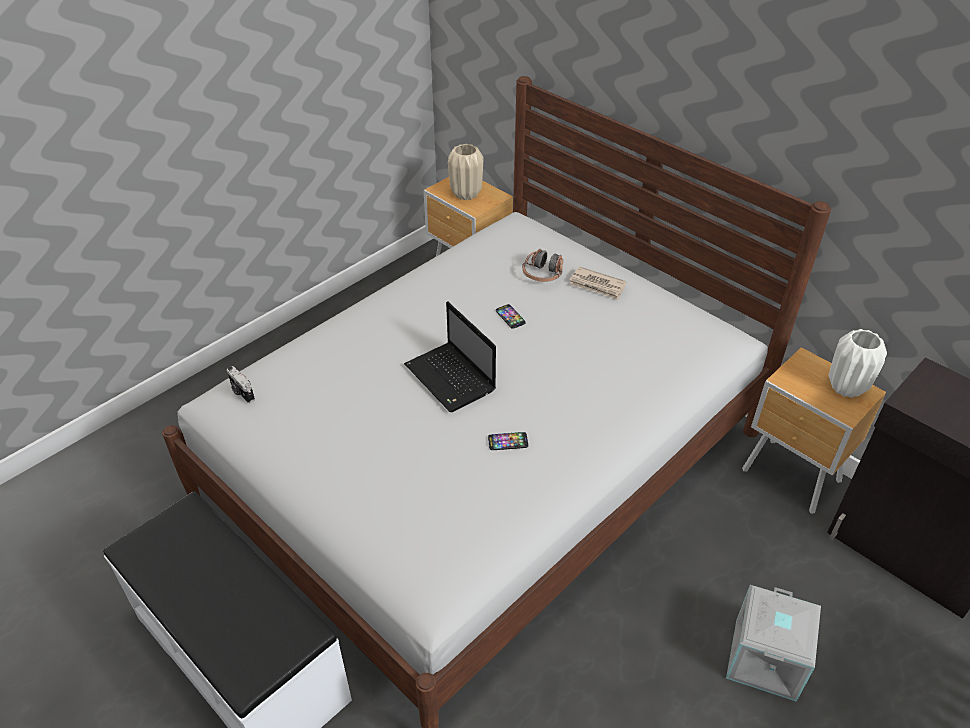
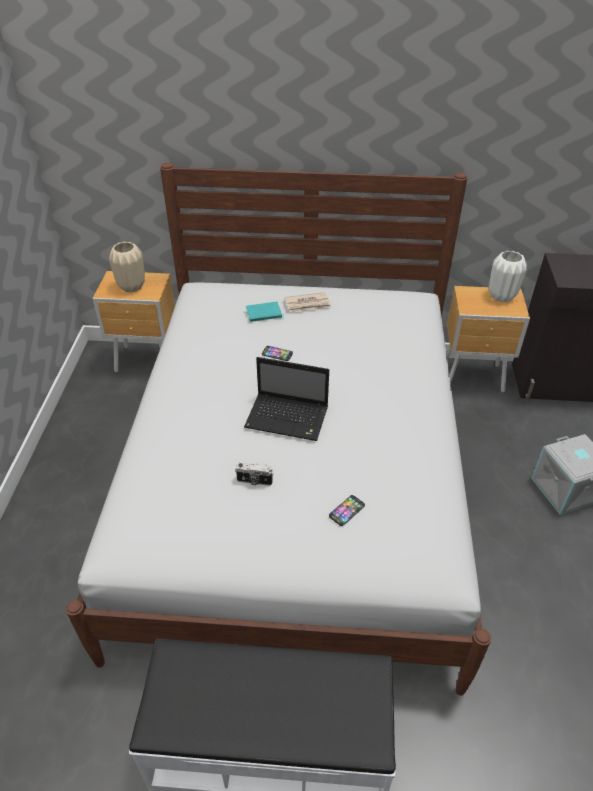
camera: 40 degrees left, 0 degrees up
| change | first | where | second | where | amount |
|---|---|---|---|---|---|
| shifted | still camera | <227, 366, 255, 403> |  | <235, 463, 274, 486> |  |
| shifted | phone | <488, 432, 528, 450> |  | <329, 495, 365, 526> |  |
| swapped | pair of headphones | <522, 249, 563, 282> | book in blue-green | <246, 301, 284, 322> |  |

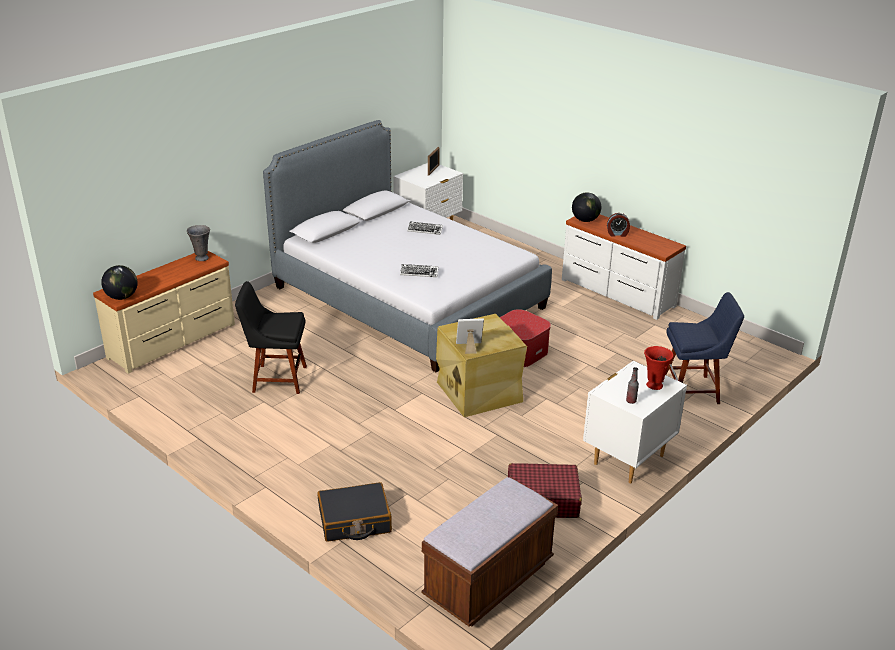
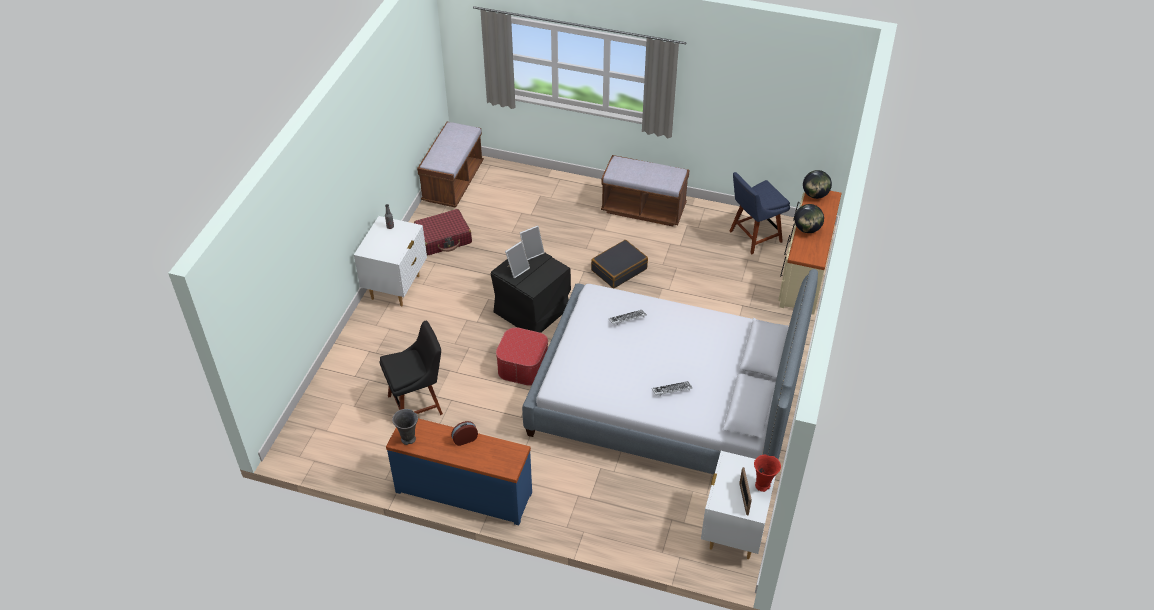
camera: 155 degrees right, 15 degrees up
| change | first | where | second | where | amount |
|---|---|---|---|---|---|
| shifted | flower vase in gray | <187, 225, 210, 261> |  | <392, 409, 418, 445> |  |
| shifted | upright chair in black | <235, 281, 307, 394> |  | <380, 321, 443, 415> |  |
| shifted | suitcase in black | <317, 482, 392, 542> |  | <591, 240, 648, 288> |  |
| repainted | storage box in beige | <436, 314, 527, 417> | storage box in black | <490, 252, 571, 333> |  |
| repainted | dresser in white-coloured | <562, 214, 686, 320> | dresser in bluish | <386, 418, 532, 525> |  |
| shifted | world globe | <572, 192, 601, 222> |  | <794, 204, 824, 233> |  |
| shifted | flower vase in red-coloured | <644, 346, 673, 390> |  | <754, 455, 781, 492> |  |
| shifted | upright chair in bluish | <665, 292, 744, 404> |  | <730, 172, 790, 254> |  |
| new |  |  | picture frame | <505, 241, 530, 278> |  |
| new |  |  | indoor bench in brown-coloured | <601, 155, 690, 226> |  |

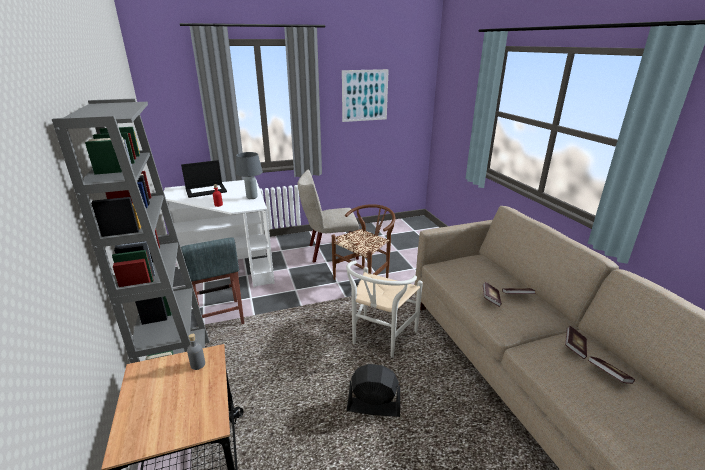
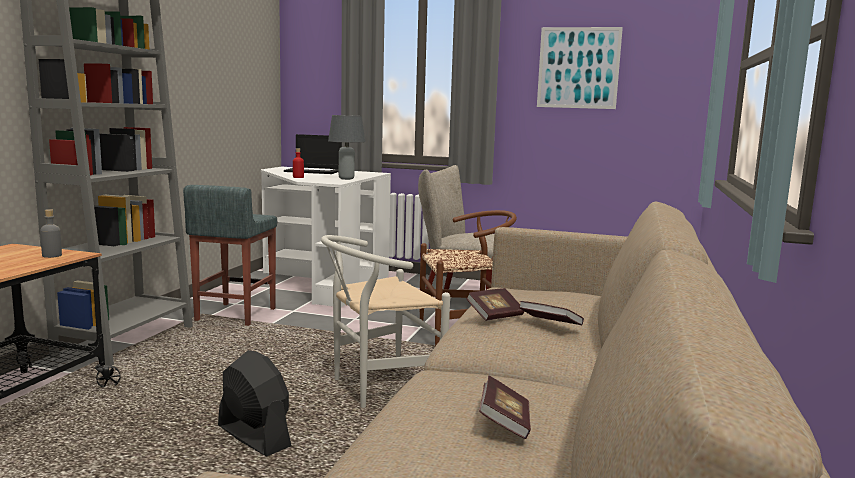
camera: 35 degrees right, 15 degrees down
| change | first | where | second | where | amount |
|---|---|---|---|---|---|
| gone | book | <565, 325, 587, 359> |  |  |  |

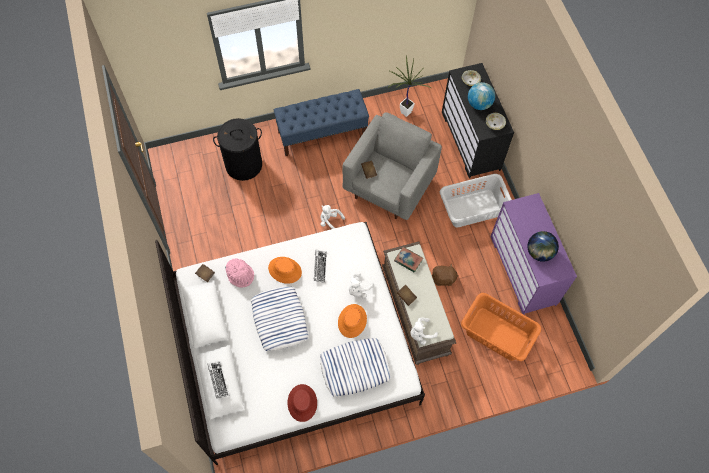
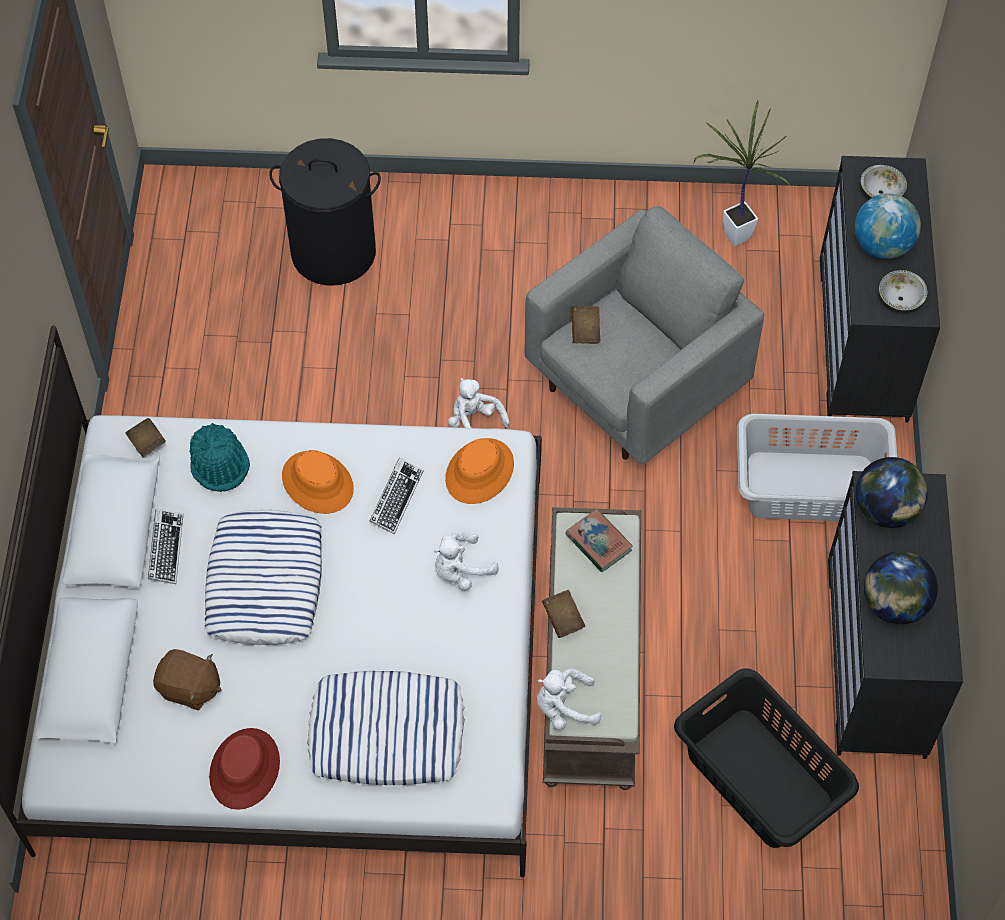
camera: 20 degrees right, 5 degrees down
| change | first | where | second | where | amount |
|---|---|---|---|---|---|
| shifted | keyboard | <207, 361, 229, 398> |  | <148, 508, 183, 584> |  |
| repainted | clothing hat in pink | <225, 258, 254, 287> | clothing hat in blue-green | <190, 423, 250, 492> |  |
| gone | indoor bench in bluish | <273, 89, 369, 156> |  |  |  |
| shifted | clothing hat in orange-coloured | <338, 304, 367, 338> |  | <445, 438, 514, 504> |  |
| shifted | plush toy in brown-coloured | <432, 264, 459, 286> |  | <153, 649, 222, 710> |  |
| repainted | washing basket in orange-coloured | <461, 293, 541, 361> | washing basket in black | <674, 669, 859, 848> |  |
| repainted | dresser in purple | <490, 193, 577, 315> | dresser in black | <828, 471, 963, 759> |  |
| new |  |  | world globe | <856, 457, 928, 528> |  |

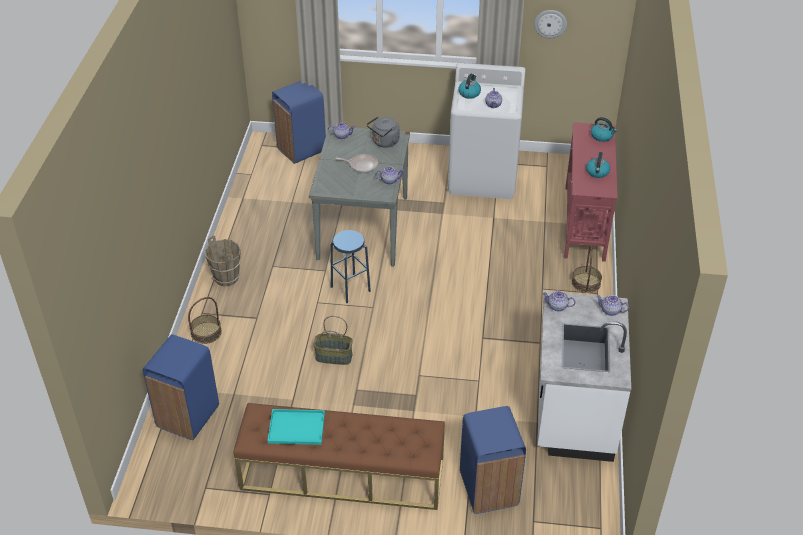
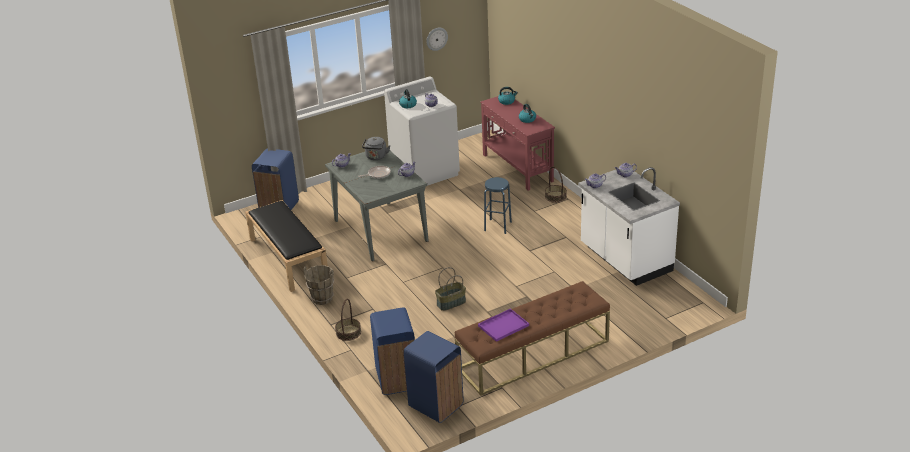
camera: 35 degrees left, 10 degrees down
| change | first | where | second | where | amount |
|---|---|---|---|---|---|
| repainted | serving tray in blue-green | <267, 409, 325, 445> | serving tray in purple | <478, 309, 529, 342> |  |
| shifted | stool in bluish | <330, 230, 371, 303> |  | <484, 177, 512, 234> |  |
| shifted | trash can in bluish | <460, 406, 526, 514> |  | <404, 331, 464, 423> |  |
| new |  |  | indoor bench in black | <245, 200, 328, 292> |  |

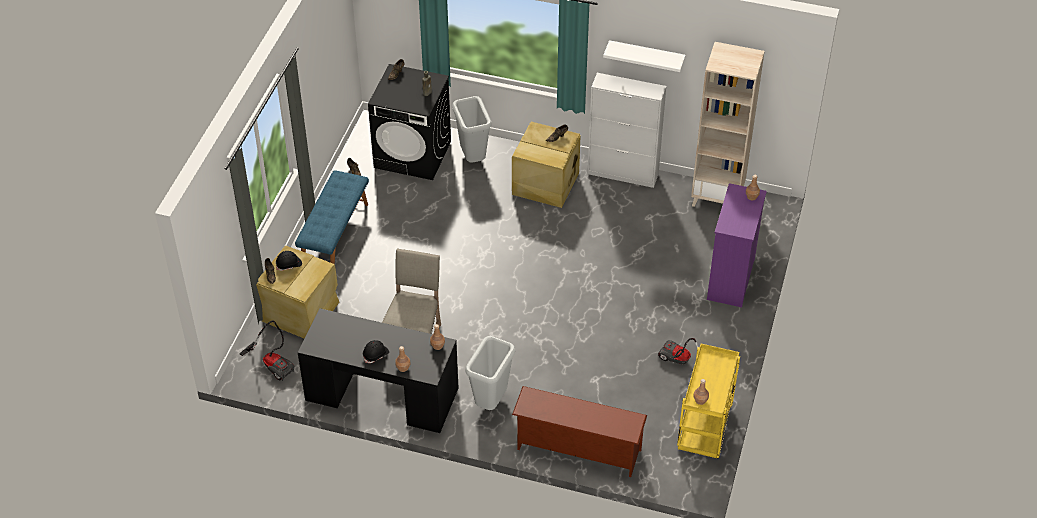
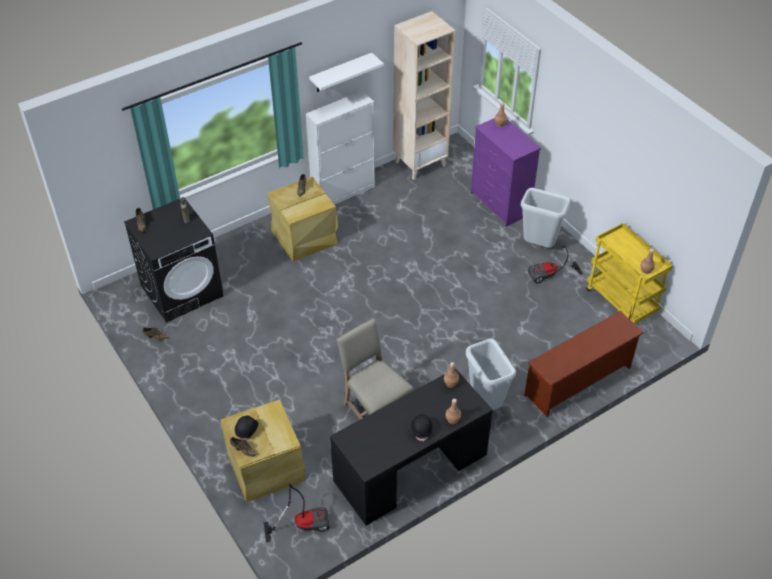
camera: 50 degrees left, 0 degrees up
| change | first | where | second | where | amount |
|---|---|---|---|---|---|
| gone | indoor bench in bluish | <295, 170, 369, 264> |  |  |  |
| shifted | trash can in gray | <452, 96, 492, 163> |  | <521, 188, 570, 248> |  |

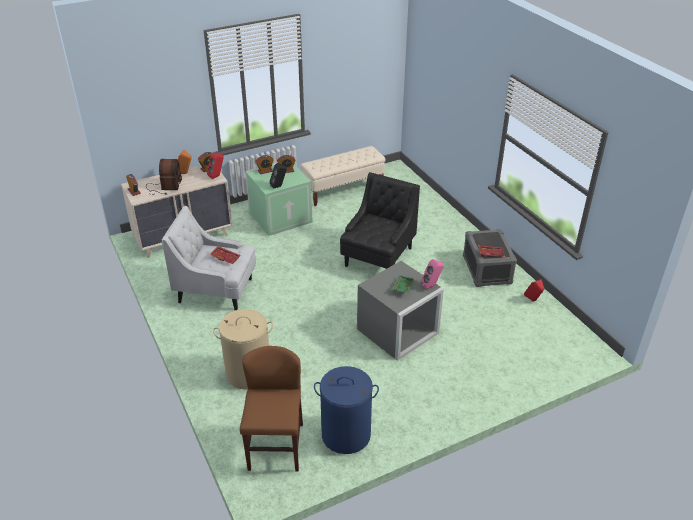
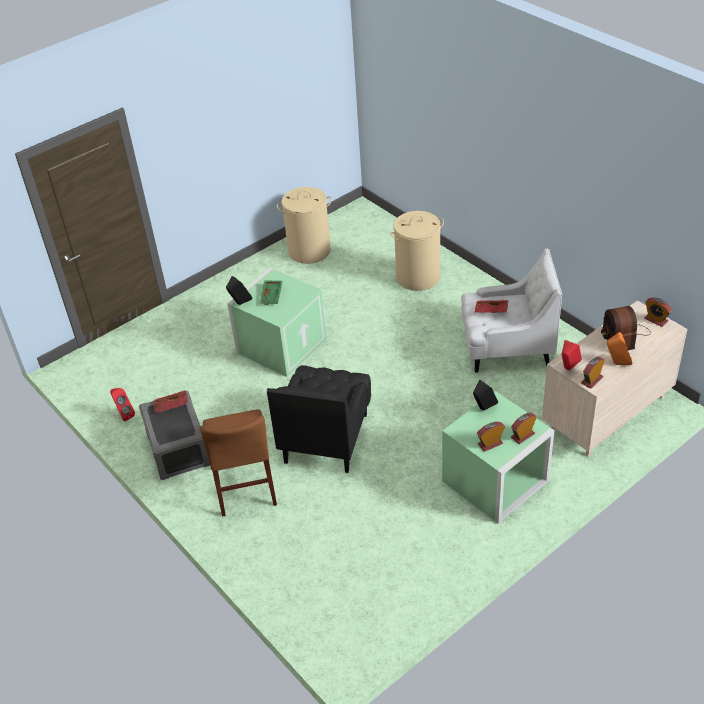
camera: 170 degrees right, 5 degrees up
| change | first | where | second | where | amount |
|---|---|---|---|---|---|
| shifted | upright chair in brown-coloured | <240, 346, 303, 471> |  | <200, 409, 277, 517> |  |
| gone | indoor bench in beige | <301, 146, 385, 206> |  |  |  |
| repainted | washing basket in bluish | <314, 366, 379, 454> | washing basket in beige | <277, 187, 332, 264> |  |
| repainted | storage box in gray | <357, 261, 444, 361> | storage box in green-coloured | <227, 268, 327, 377> |  |
| repainted | speaker in pink | <421, 259, 444, 289> | speaker in black | <226, 276, 252, 305> |  |

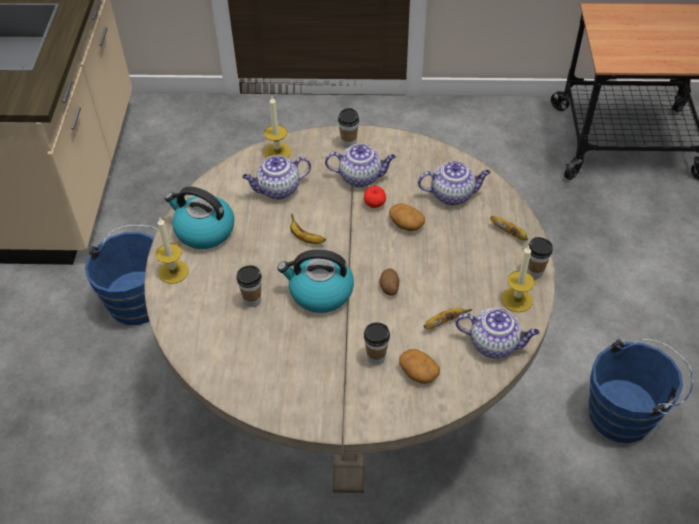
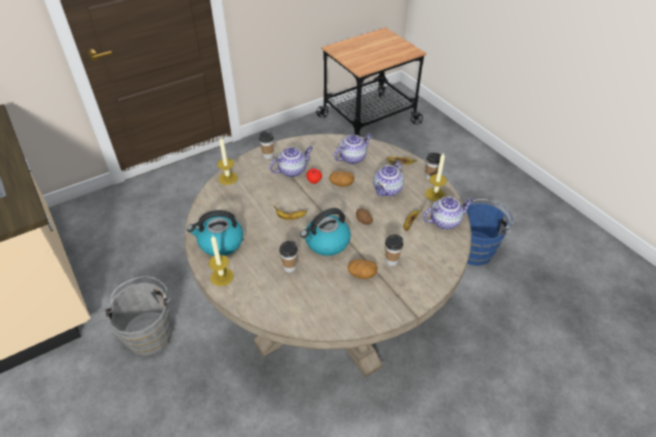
camera: 35 degrees left, 5 degrees down
| change | first | where | second | where | amount |
|---|---|---|---|---|---|
| repainted | pail in bluish | <85, 225, 158, 325> | pail in gray | <104, 276, 171, 356> |  |
| shifted | tea pot | <242, 155, 311, 200> |  | <373, 161, 404, 197> |  |
| shifted | spud | <399, 349, 440, 384> |  | <348, 259, 377, 279> |  |

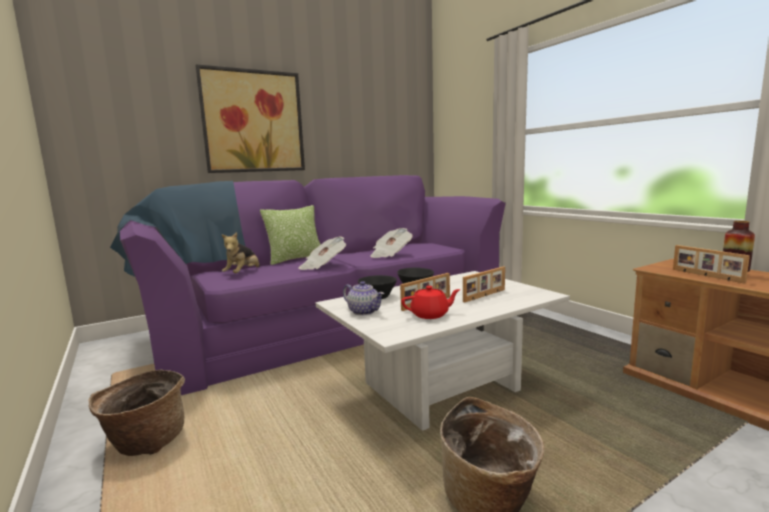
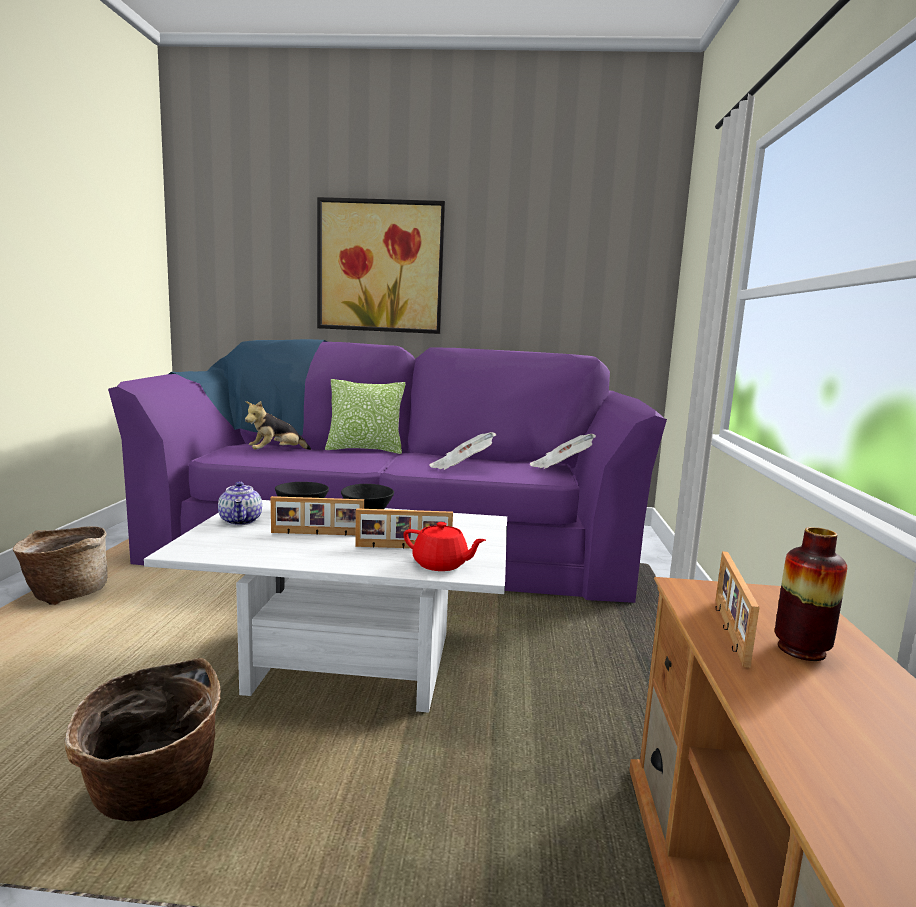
camera: 35 degrees right, 0 degrees up
| change | first | where | second | where | amount |
|---|---|---|---|---|---|
| shifted | newspaper | <298, 237, 346, 270> |  | <529, 434, 596, 469> |  |
| shifted | tea pot in red-coloured | <401, 286, 460, 319> |  | <403, 522, 486, 571> |  |

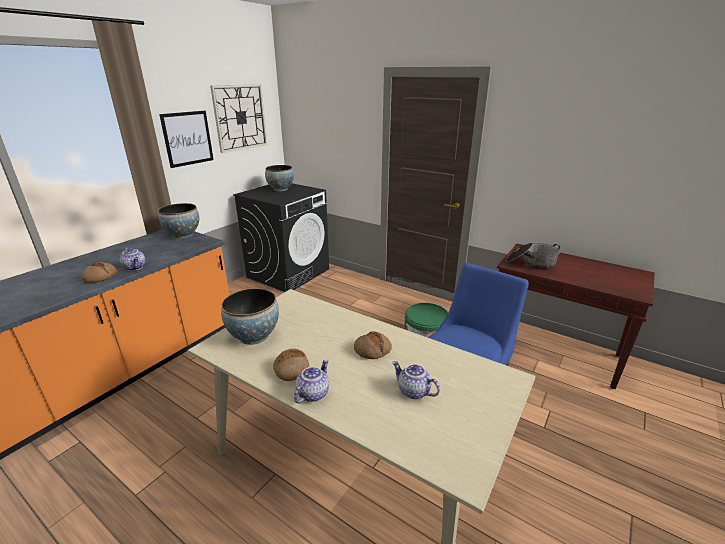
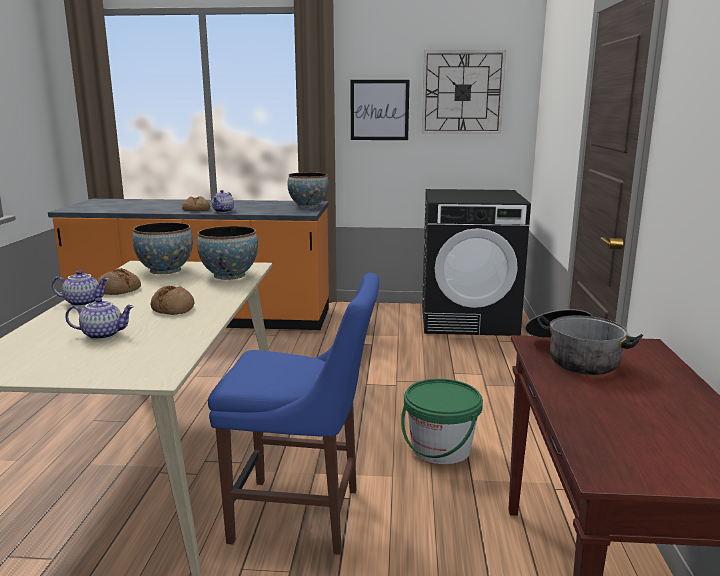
camera: 60 degrees right, 10 degrees down
| change | first | where | second | where | amount |
|---|---|---|---|---|---|
| shifted | deep dish | <265, 165, 294, 191> |  | <197, 226, 258, 280> |  |
| rotated | tea pot | <392, 361, 440, 399> |  | <65, 297, 134, 340> | 75 degrees clockwise |

